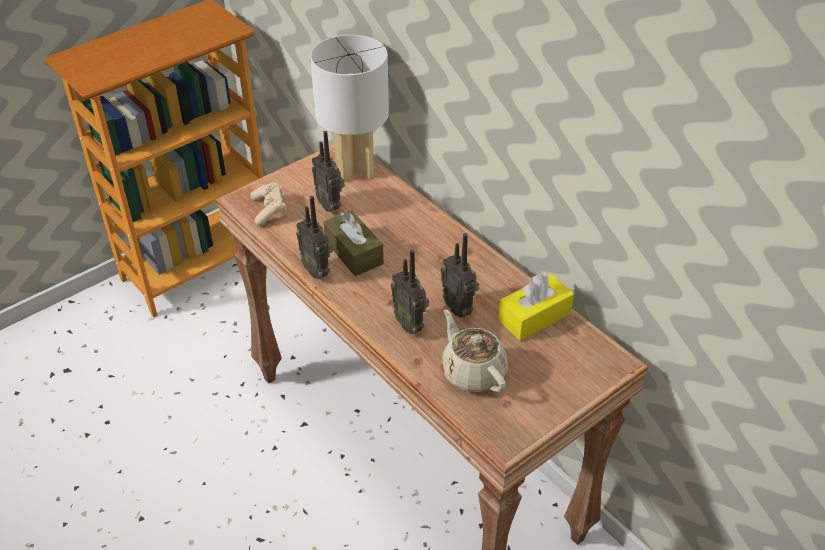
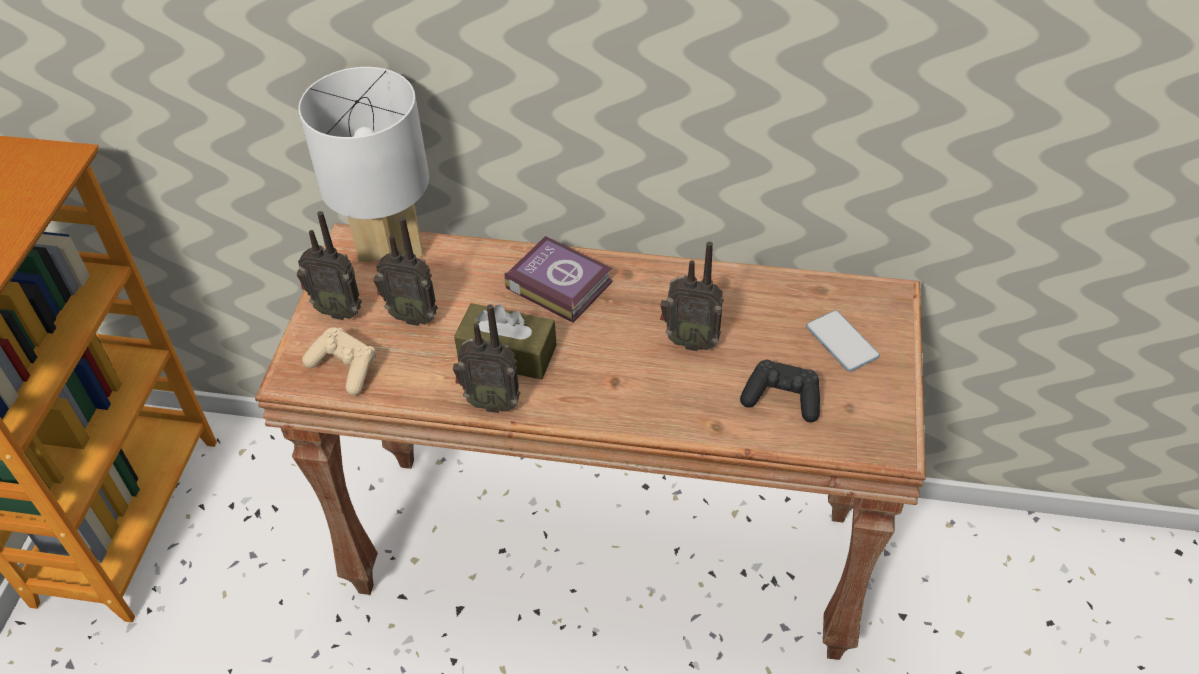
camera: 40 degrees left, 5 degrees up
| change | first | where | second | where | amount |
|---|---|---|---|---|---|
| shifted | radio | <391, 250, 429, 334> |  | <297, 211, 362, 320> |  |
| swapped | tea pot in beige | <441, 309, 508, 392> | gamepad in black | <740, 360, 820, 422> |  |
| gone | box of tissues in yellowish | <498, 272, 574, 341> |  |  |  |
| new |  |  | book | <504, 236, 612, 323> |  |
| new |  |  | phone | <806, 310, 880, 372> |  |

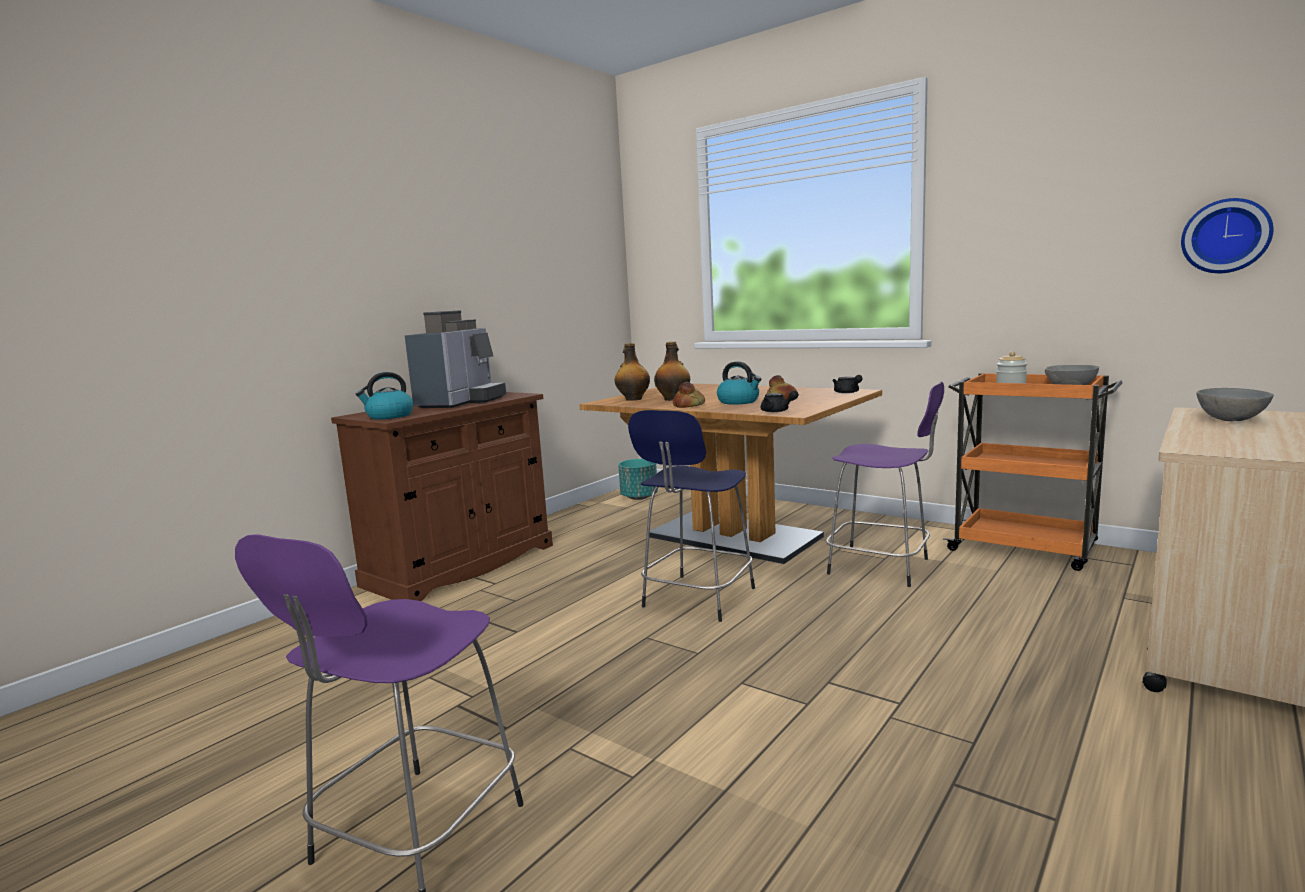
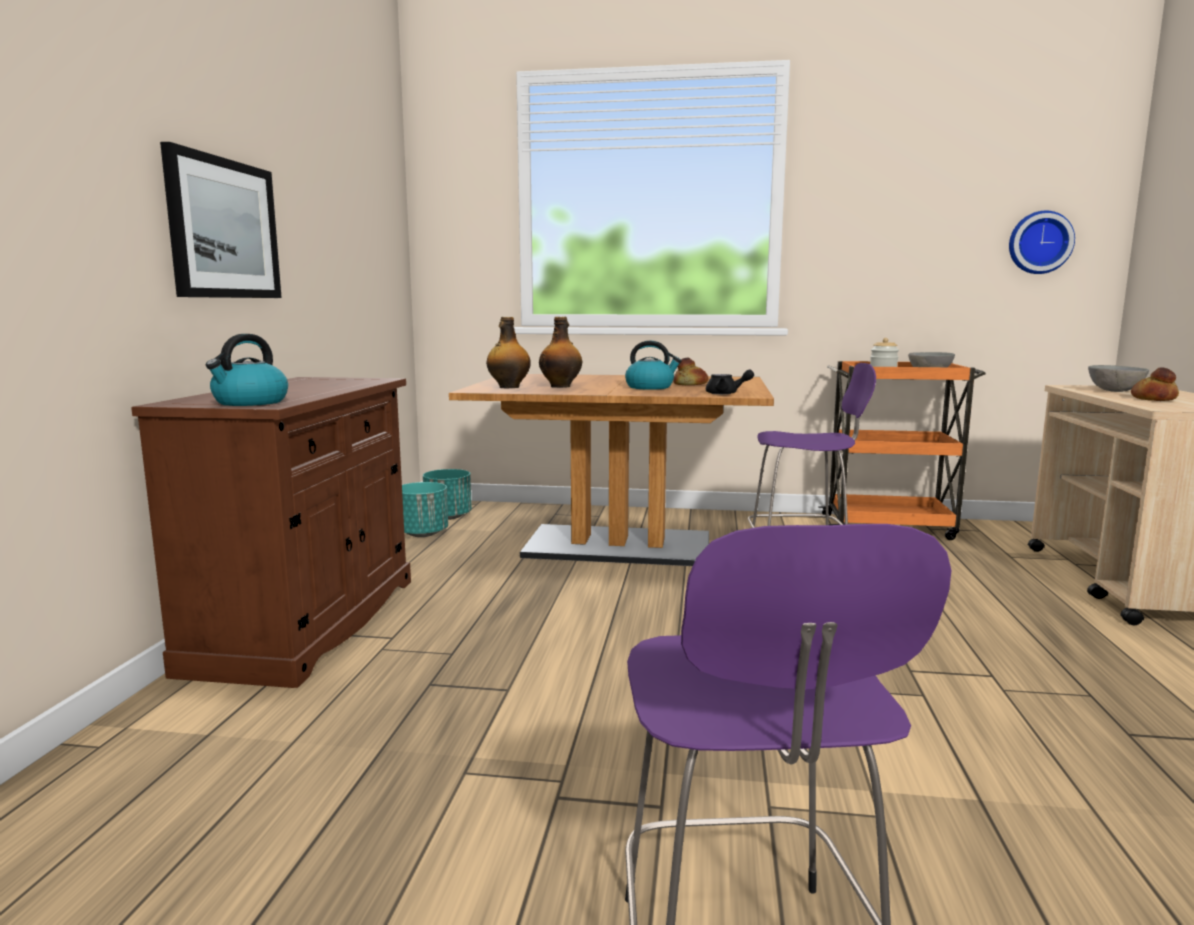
camera: 30 degrees left, 0 degrees up
| change | first | where | second | where | amount |
|---|---|---|---|---|---|
| gone | coffee machine | <405, 310, 506, 408> |  |  |  |
| gone | stool in bluish | <628, 410, 755, 622> |  |  |  |
| shifted | bakery bread | <673, 382, 705, 408> |  | <1131, 367, 1179, 401> |  |
| gone | tea pot in black | <832, 375, 863, 393> |  |  |  |
| new |  |  | wall art | <160, 142, 282, 298> |  |
| new |  |  | flower pot in blue-green | <402, 482, 448, 537> |  |

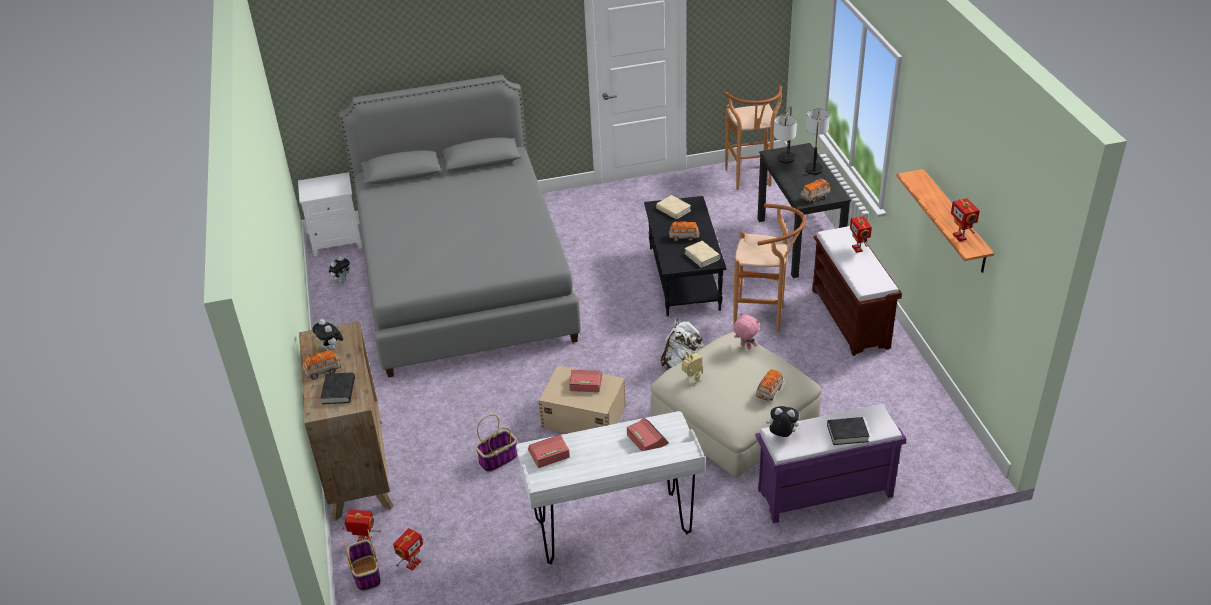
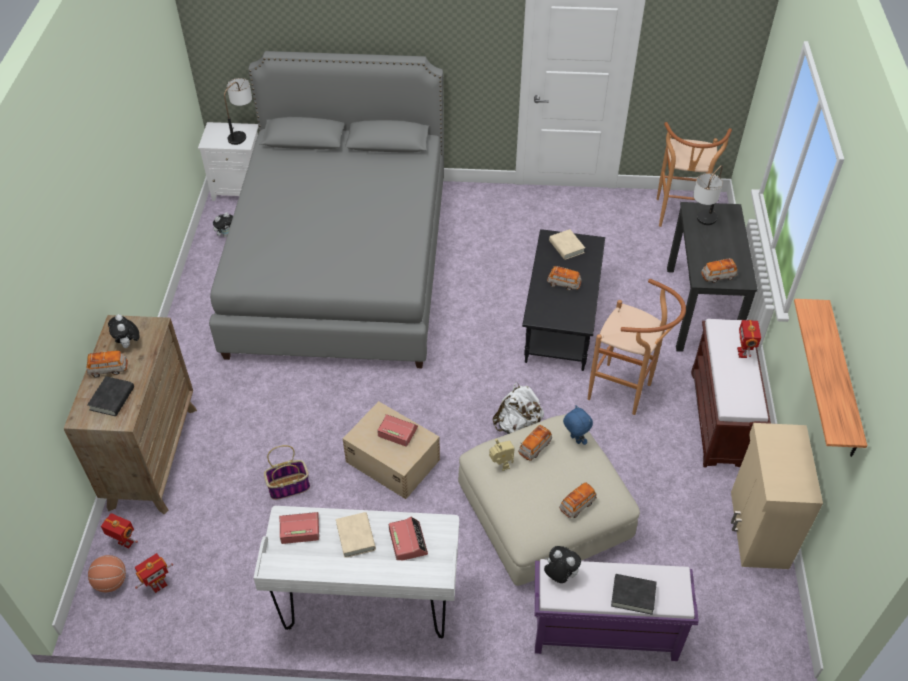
camera: 15 degrees right, 10 degrees up
| change | first | where | second | where | amount |
|---|---|---|---|---|---|
| swapped | storage basket | <342, 529, 381, 591> | ball for basketball | <88, 555, 126, 592> |  |
| shifted | book in beige | <684, 241, 720, 268> |  | <336, 512, 376, 557> |  |
| repainted | plush toy in pink | <733, 313, 759, 350> | plush toy in bluish | <563, 405, 593, 445> |  |
| shifted | lamp for a table | <806, 108, 830, 175> |  | <224, 78, 252, 145> |  |
| gone | robot figure | <951, 198, 980, 242> |  |  |  |
| new |  |  | toy car | <518, 425, 552, 461> |  |
| new |  |  | cabinet in beige | <731, 423, 823, 569> |  |

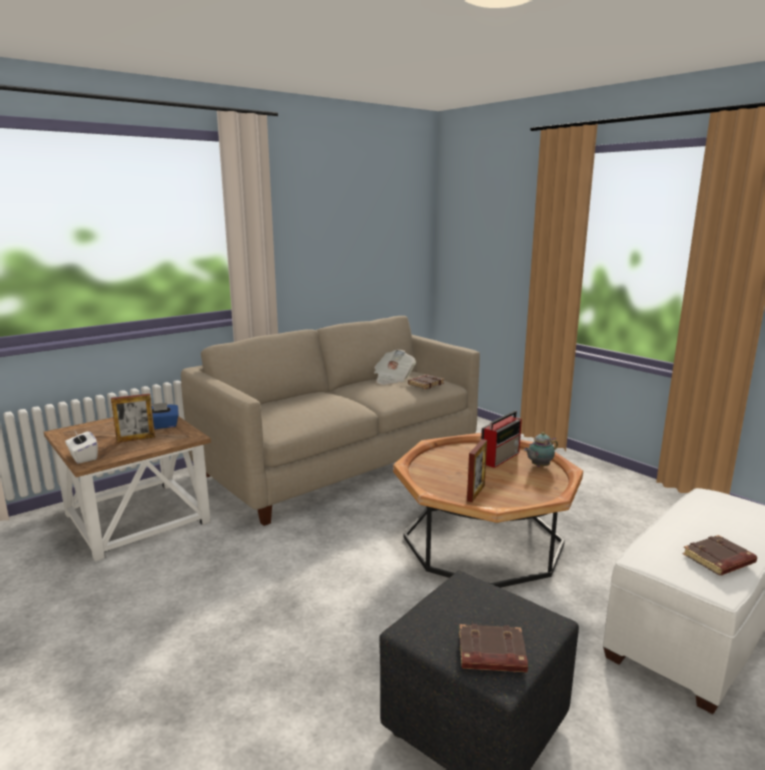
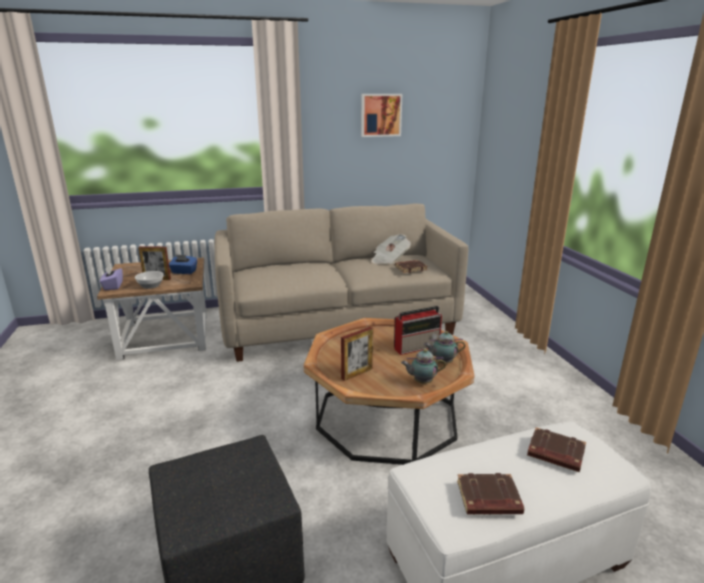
camera: 25 degrees right, 5 degrees up
| change | first | where | second | where | amount |
|---|---|---|---|---|---|
| repainted | box of tissues in white-coloured | <65, 431, 98, 464> | box of tissues in purple | <100, 265, 123, 290> |  |
| shifted | book in brown-coloured | <459, 624, 528, 672> |  | <527, 427, 586, 472> |  |
| new |  |  | deep dish | <135, 271, 164, 289> |  |
| new |  |  | wall art | <361, 94, 402, 137> |  |
| new |  |  | tea pot | <401, 349, 446, 384> |  |

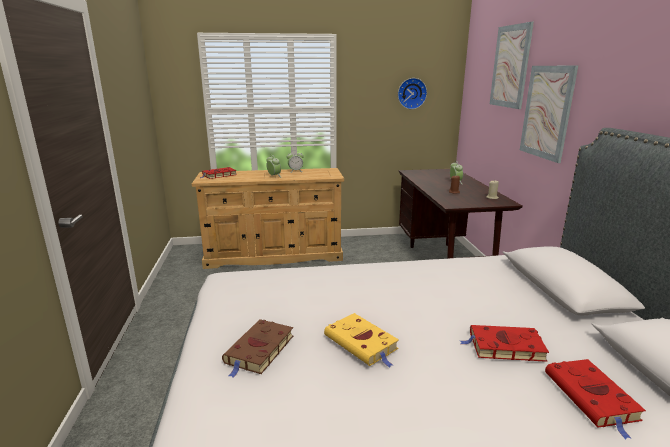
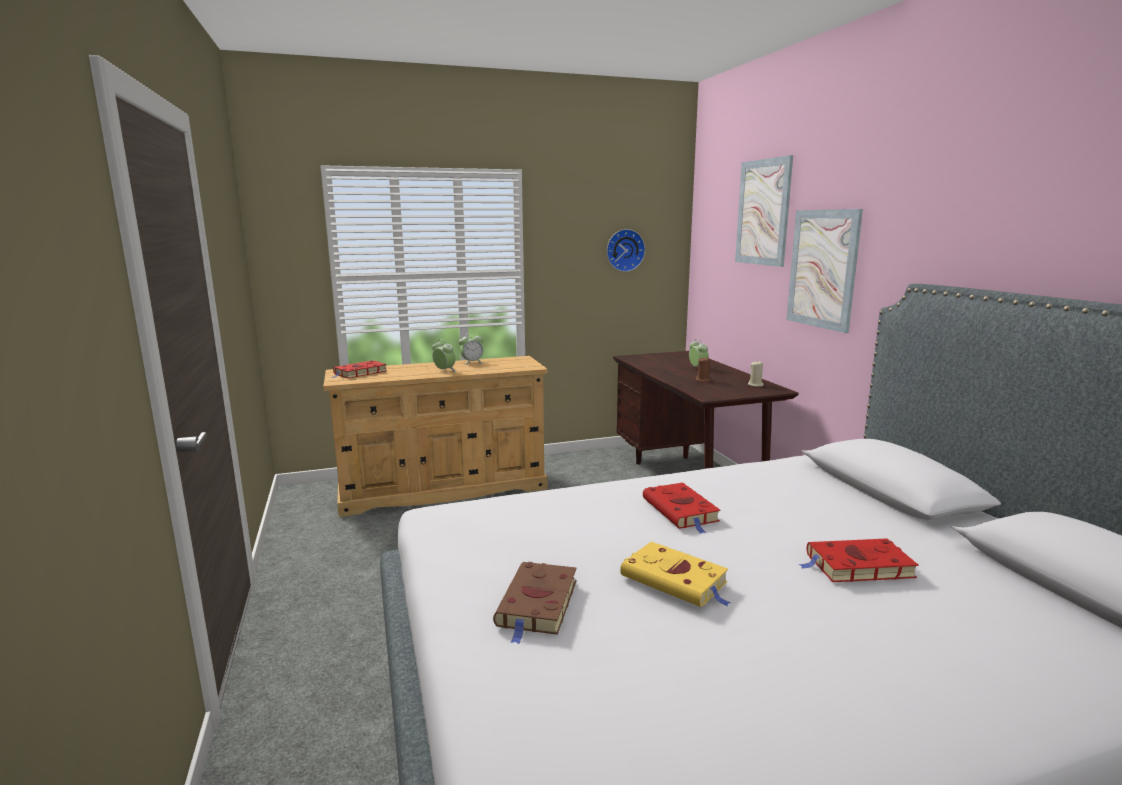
camera: 10 degrees left, 5 degrees down
| change | first | where | second | where | amount |
|---|---|---|---|---|---|
| shifted | book in red-coloured | <545, 359, 646, 439> |  | <643, 483, 721, 534> |  |

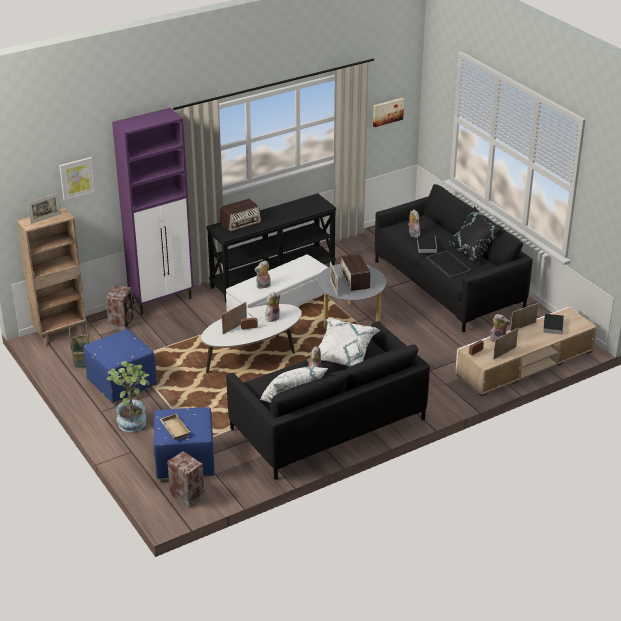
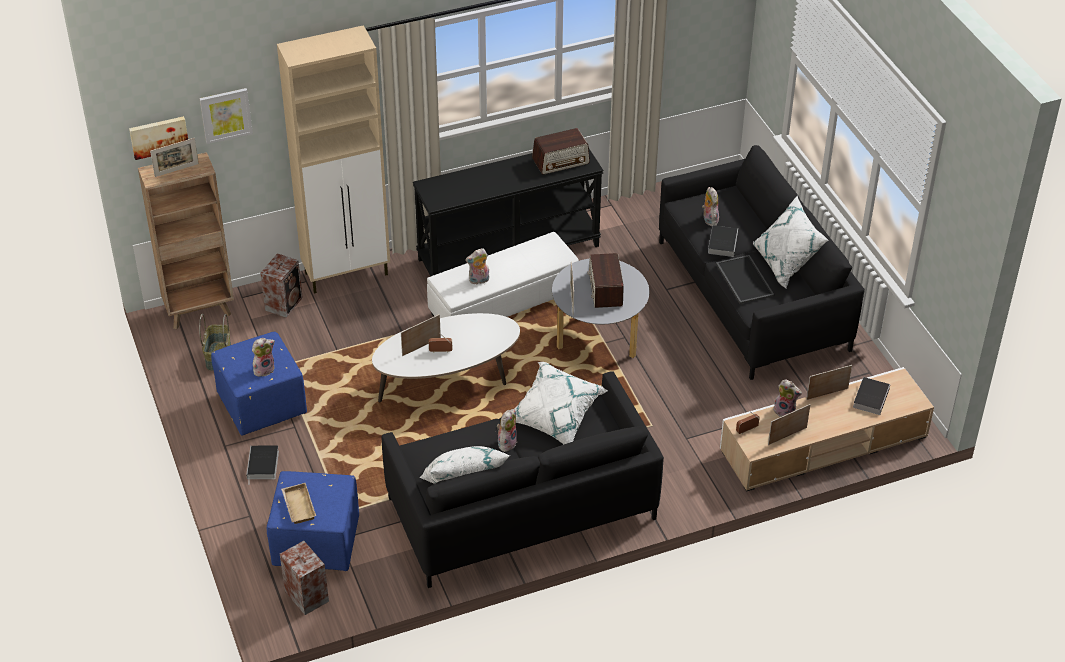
camera: 10 degrees right, 10 degrees up
| change | first | where | second | where | amount |
|---|---|---|---|---|---|
| swapped | houseplant | <107, 361, 149, 432> | book | <246, 446, 279, 485> |  |
| repainted | cabinet in purple | <112, 108, 194, 315> | cabinet in beige | <277, 25, 390, 294> |  |
| shifted | radio | <220, 199, 261, 231> |  | <532, 128, 590, 174> |  |
| shifted | plush toy | <266, 292, 280, 322> |  | <252, 338, 275, 376> |  |
| shifted | wall art | <373, 98, 404, 127> |  | <129, 116, 188, 160> |  |
| repainted | pillow in black | <447, 206, 504, 266> | pillow in white-coloured | <753, 196, 828, 288> |  |

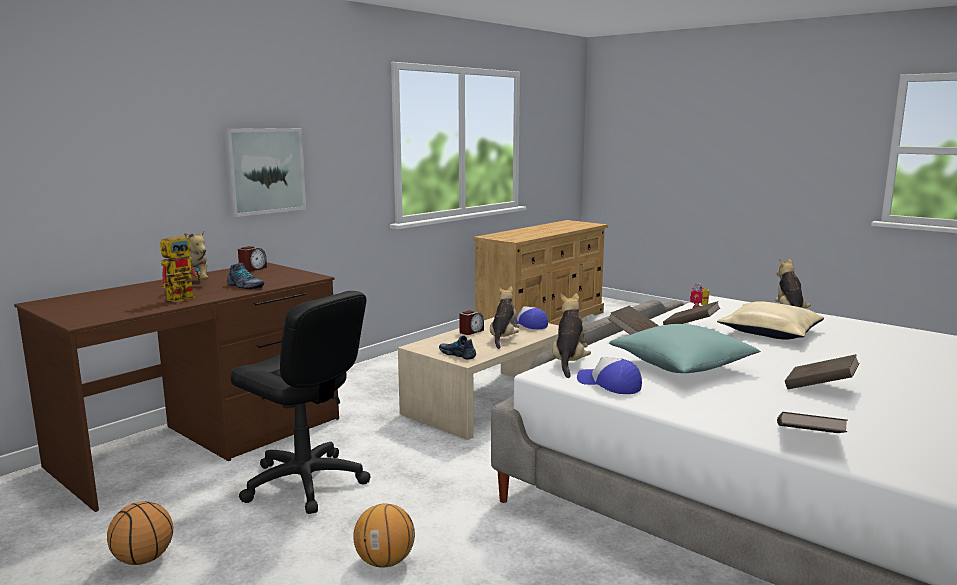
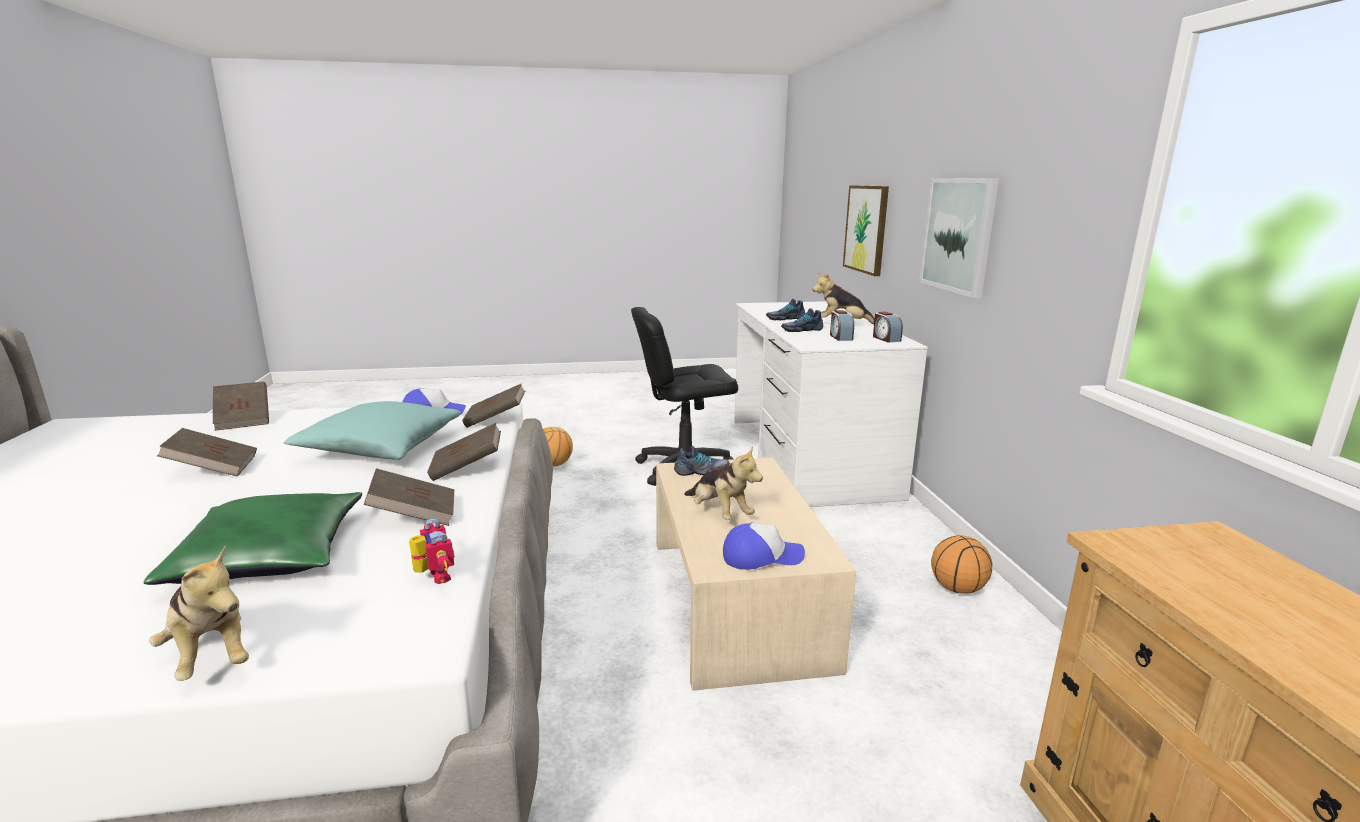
camera: 130 degrees right, 5 degrees up
| change | first | where | second | where | amount |
|---|---|---|---|---|---|
| repainted | desk table in brown-coloured | <14, 262, 339, 512> | desk table in white-coloured | <734, 301, 928, 507> |  |
| shifted | ball for basketball | <107, 501, 173, 565> |  | <931, 535, 992, 594> |  |
| swapped | robot figure | <160, 233, 202, 302> | shoe | <766, 299, 805, 320> |  |
| shifted | alarm clock | <460, 310, 484, 335> |  | <830, 310, 854, 341> |  |
| swapped | plush toy | <552, 293, 591, 378> | book in brown-coloured | <462, 384, 525, 428> |  |
| repainted | pillow in beige | <717, 301, 824, 340> | pillow in green-coloured | <144, 492, 362, 585> |  |
| new |  |  | wall art | <843, 185, 889, 276> |  |

